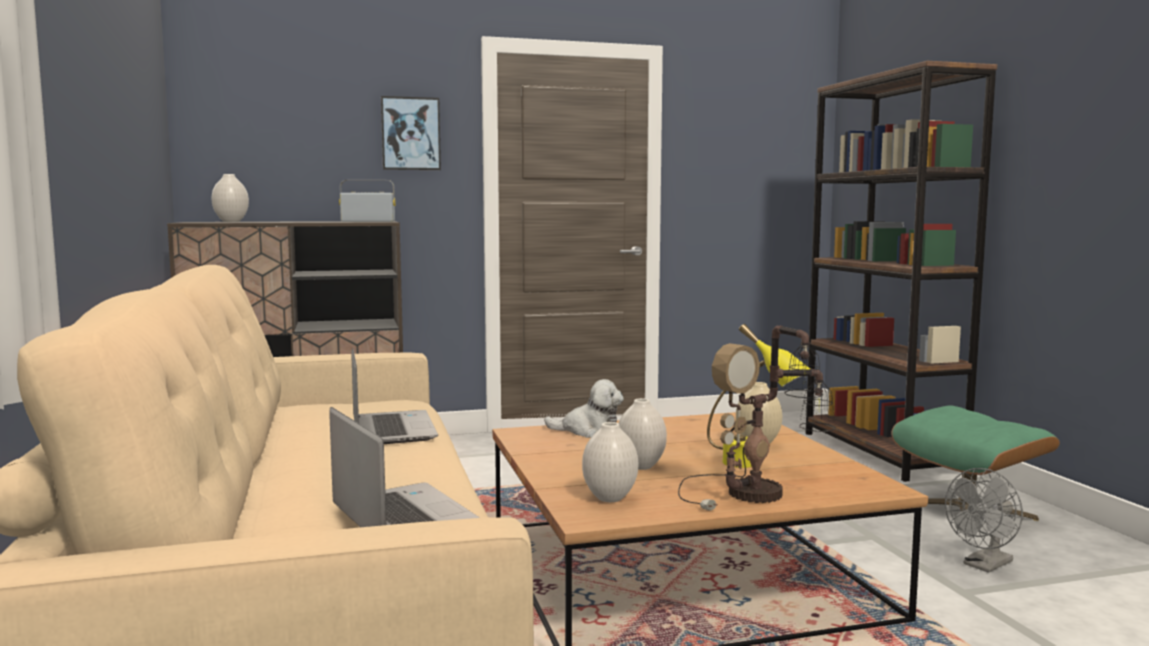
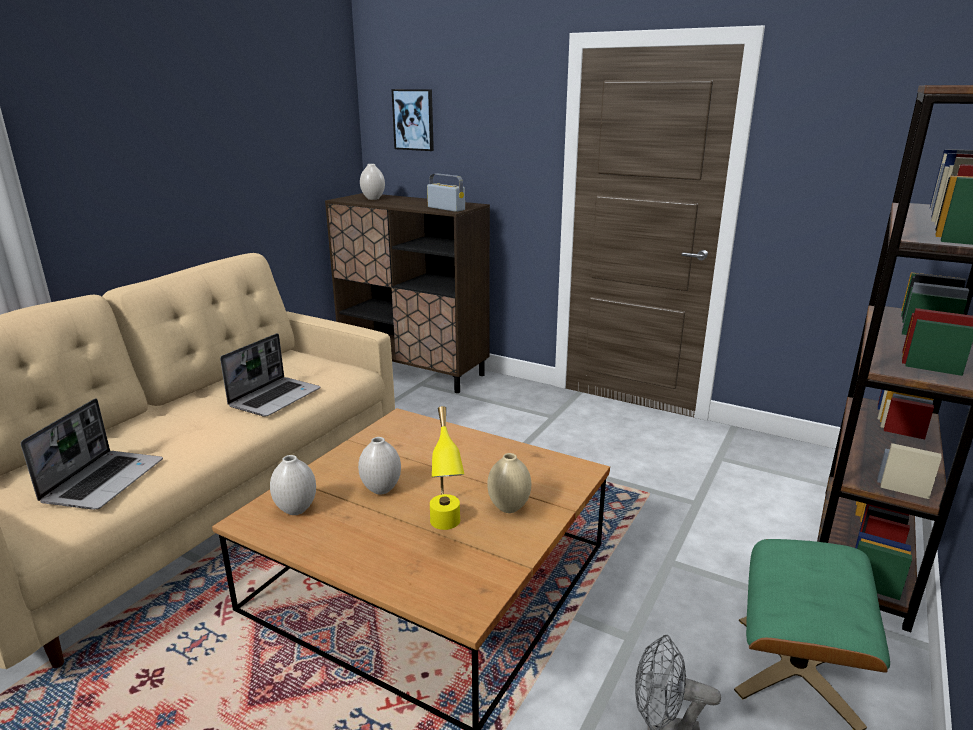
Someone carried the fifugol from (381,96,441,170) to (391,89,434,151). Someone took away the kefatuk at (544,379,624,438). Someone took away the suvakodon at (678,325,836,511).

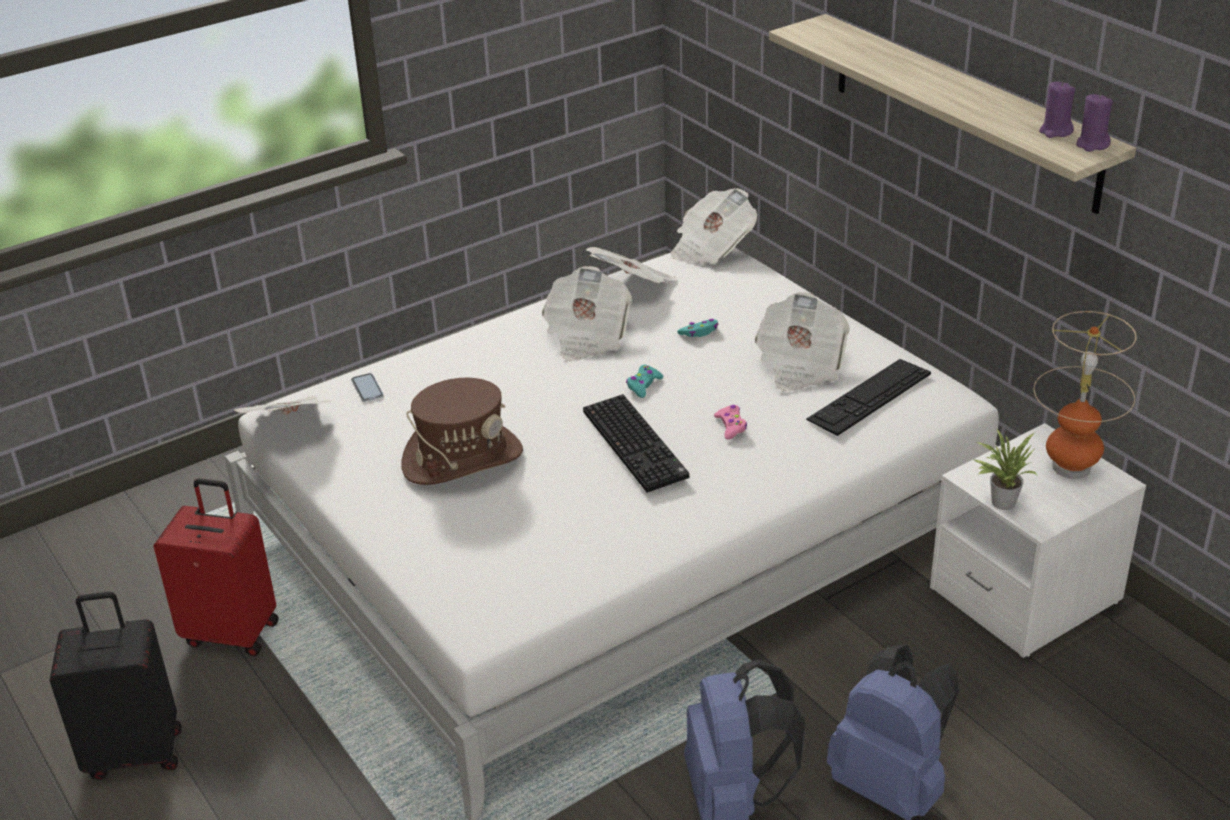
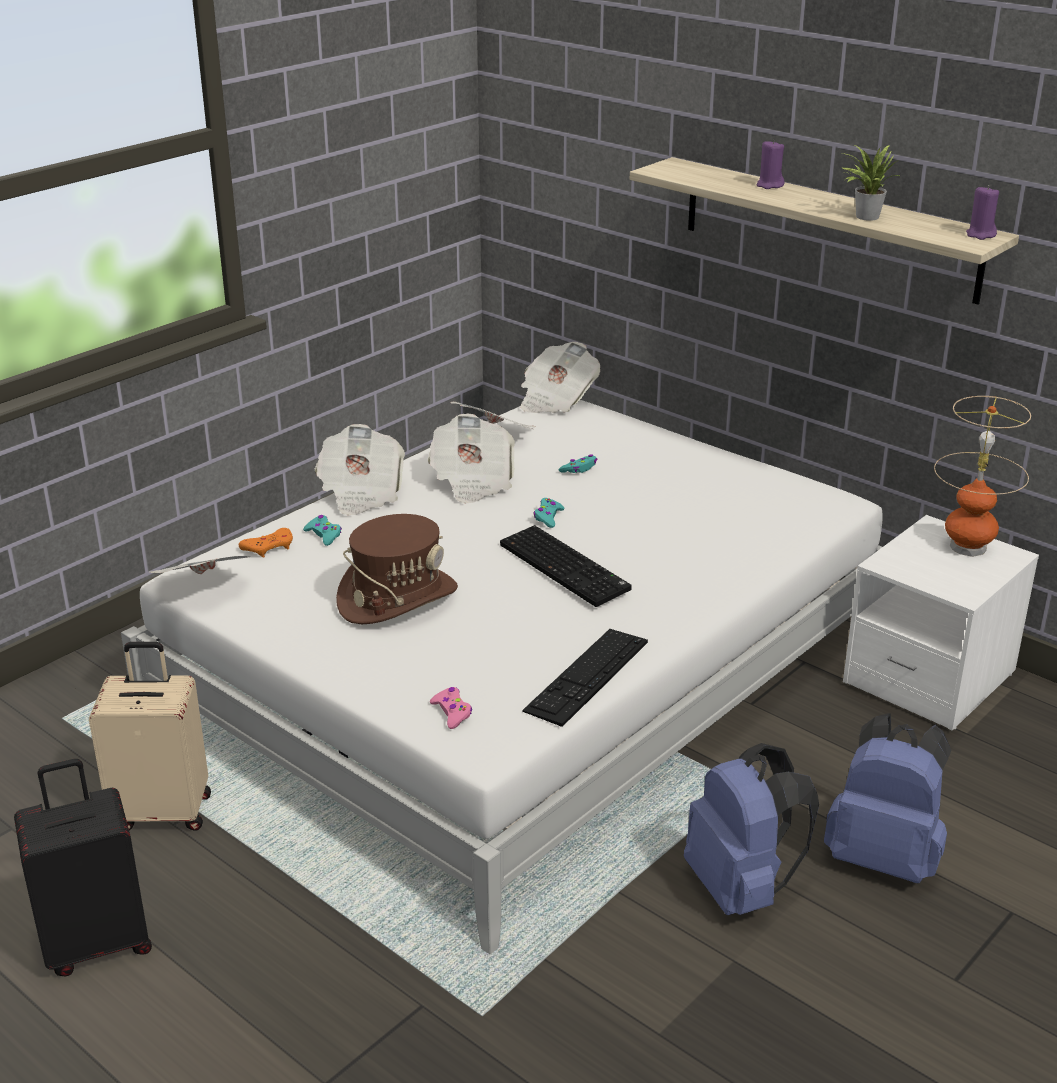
Someone repainted the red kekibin at (154,478,279,656), which became the beige kekibin at (89,642,211,831). Someone swapped the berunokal at (351,373,384,402) for the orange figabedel at (239,528,293,557). Someone carried the pink figabedel from (714,405,747,440) to (430,687,472,729). Someone carried the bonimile from (755,292,850,391) to (315,424,405,516). Someone carried the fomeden from (806,359,931,436) to (522,629,648,727). Someone carried the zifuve from (974,429,1037,510) to (842,145,901,221). Someone carried the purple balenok from (1039,81,1075,138) to (757,139,785,189). Someone put down the turquoise figabedel at (303,515,342,546).

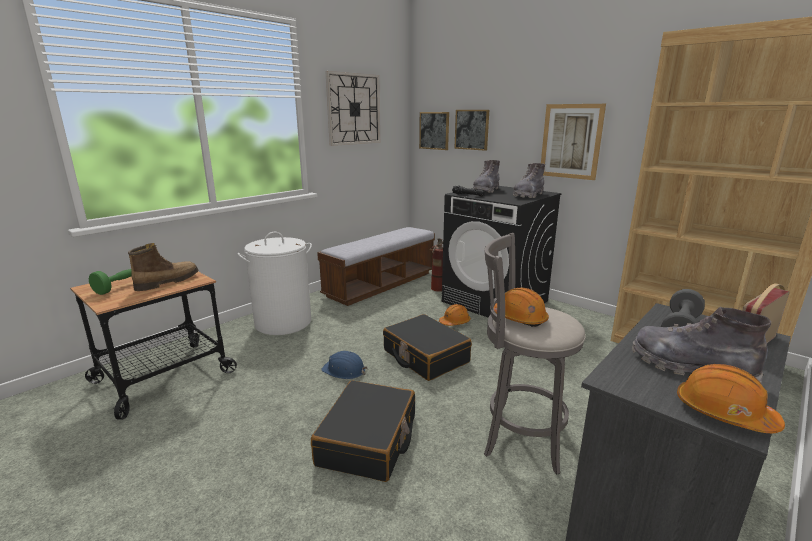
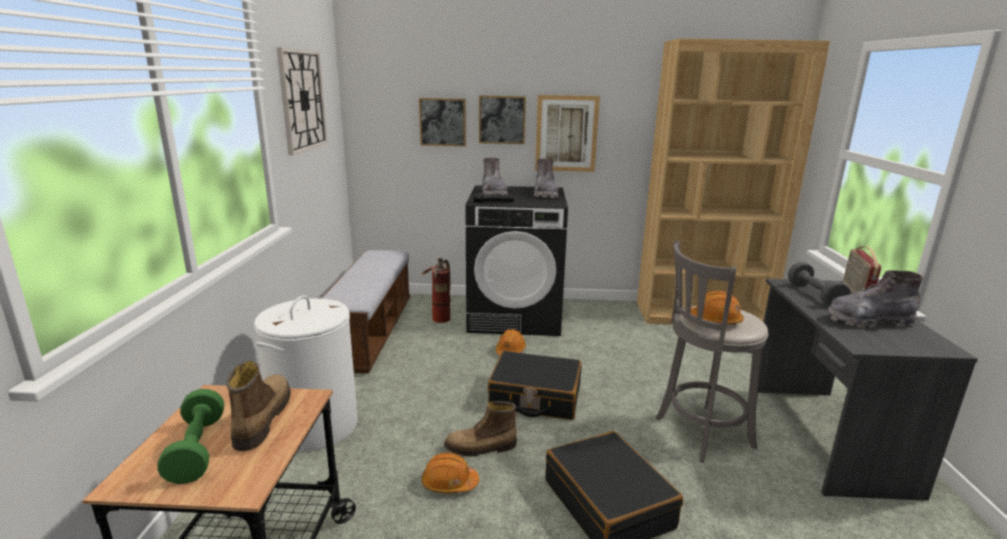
Someone swapped the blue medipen at (321,351,367,379) for the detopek at (444,401,517,457). Someone carried the fifugol from (419,112,449,150) to (479,95,526,144). Someone carried the orange medipen from (677,364,785,433) to (421,452,479,493).

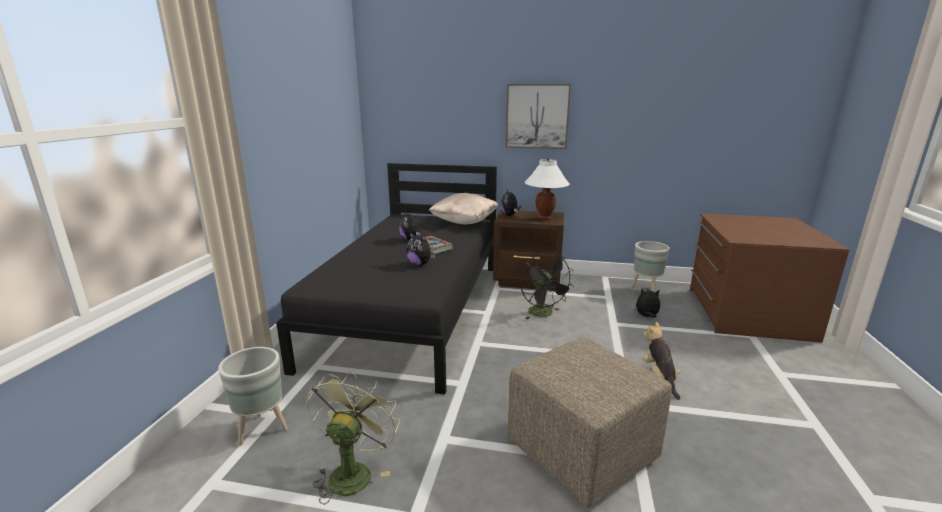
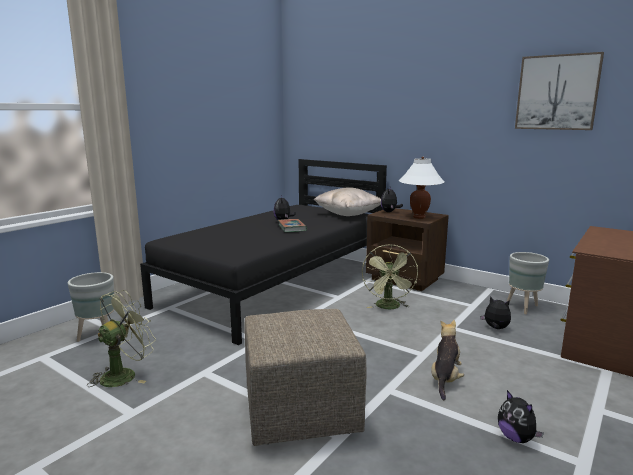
Someone carried the kefatuk from (406,232,436,266) to (498,390,544,443). Someone carried the fifugol from (506,84,571,149) to (515,52,604,130). Someone repainted the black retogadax at (520,252,574,319), which became the green retogadax at (362,244,418,309).

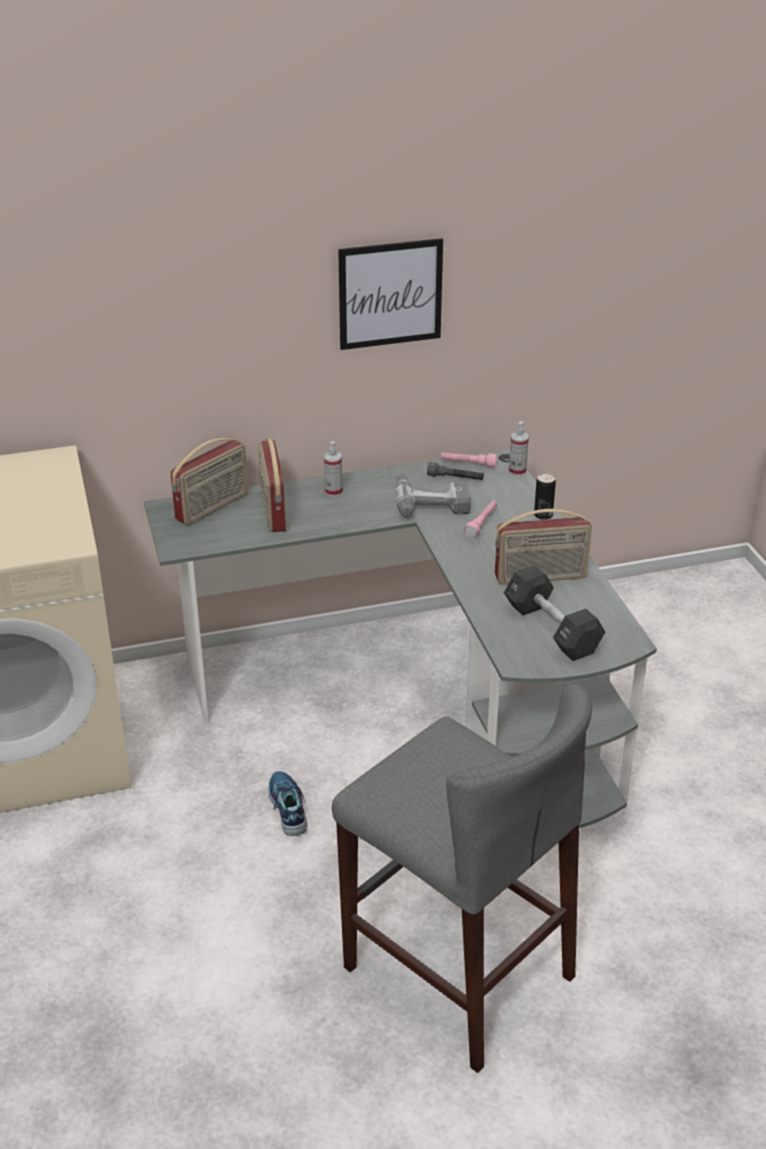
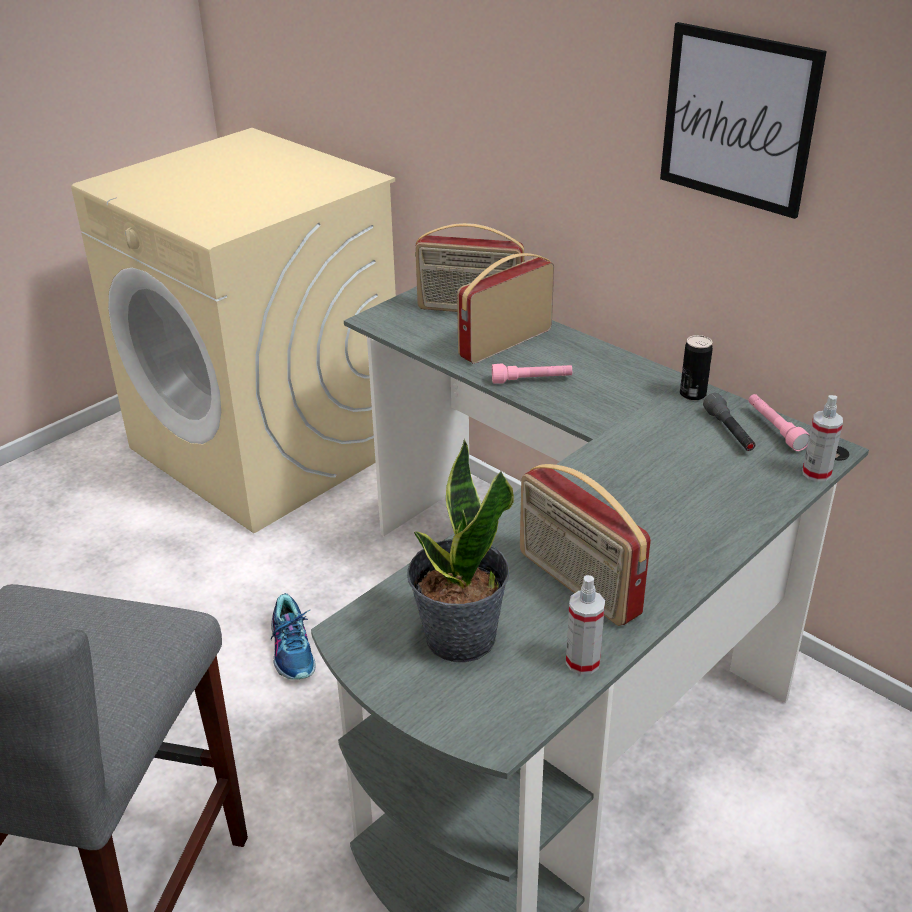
Someone rotated the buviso at (268,771,308,836) by 120 degrees clockwise. Someone carried the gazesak from (324,441,343,497) to (566,575,605,675). Someone took away the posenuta at (395,473,471,517). Someone carried the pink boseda from (464,500,497,538) to (492,363,572,383). Someone swapped the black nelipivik at (504,565,605,661) for the zifuve at (407,439,514,662). Someone carried the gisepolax from (534,473,556,520) to (680,335,713,401).

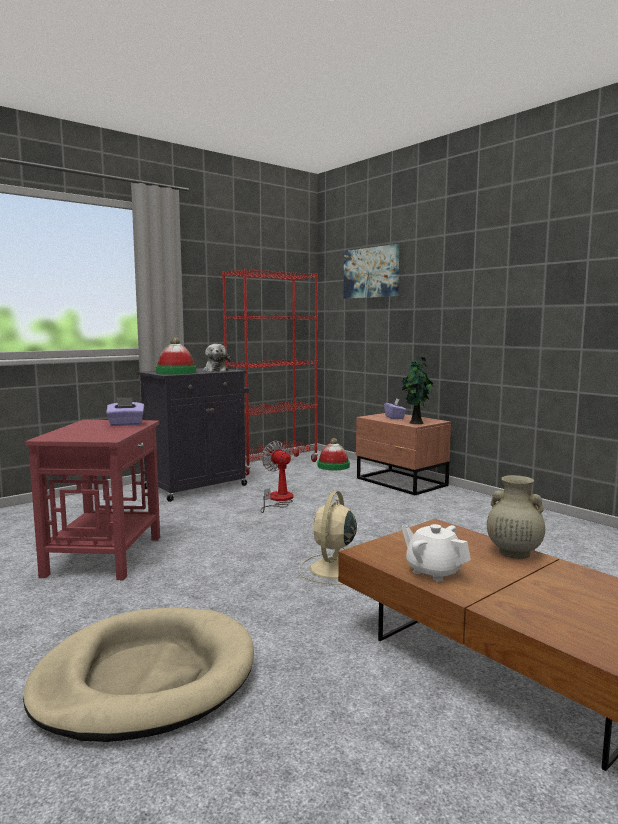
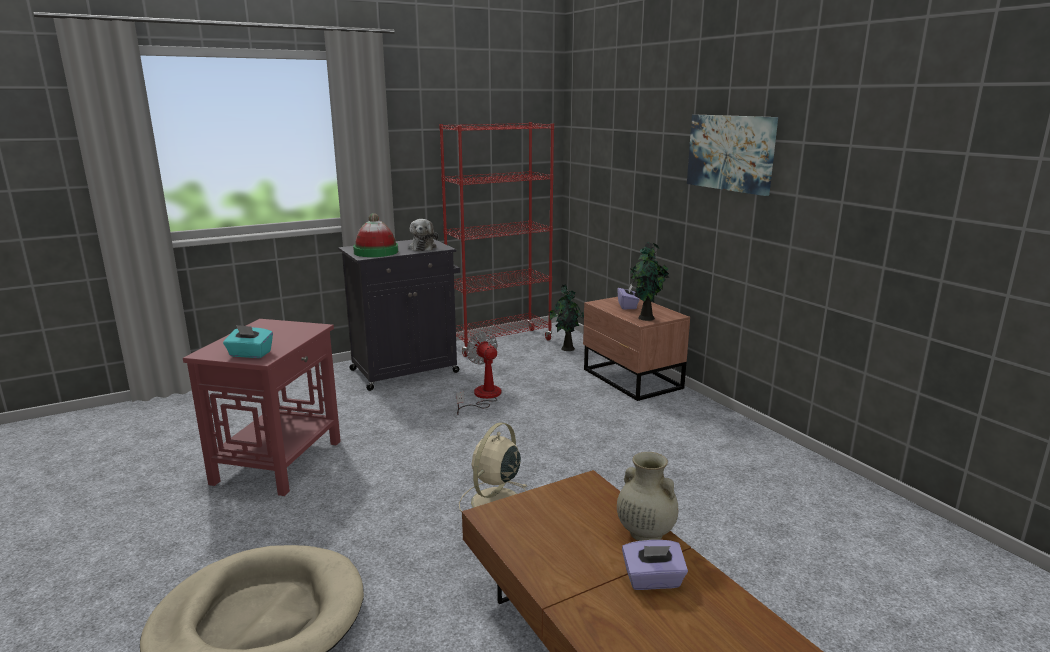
Someone carried the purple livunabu from (106,397,144,426) to (622,540,688,590). Someone swapped the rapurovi at (317,438,350,470) for the zifuve at (549,285,584,351). Someone carried the fifugol from (344,244,399,299) to (687,115,778,196). Someone took away the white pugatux at (401,524,471,582). Someone put down the turquoise livunabu at (223,325,273,358).

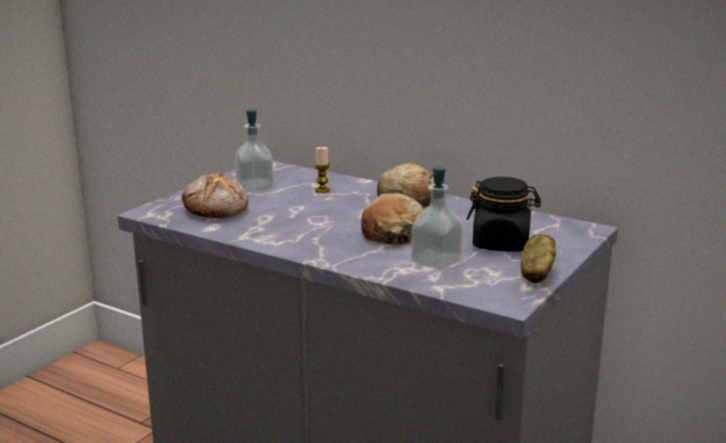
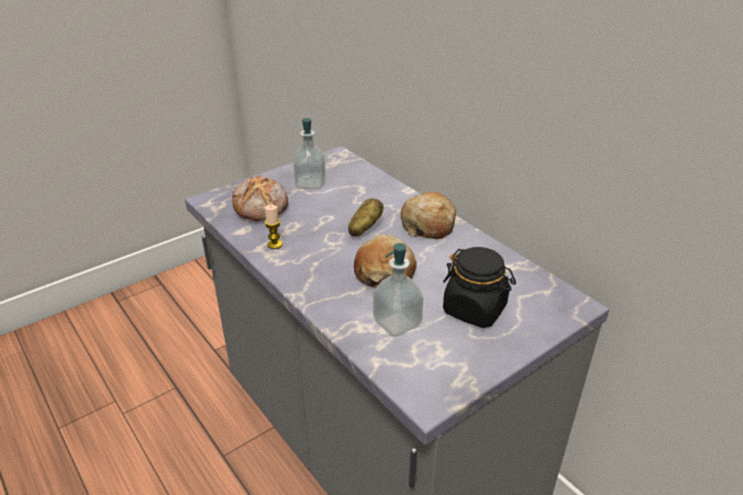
Someone carried the balenok from (314,147,330,193) to (265,205,283,249). Someone carried the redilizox from (521,234,556,283) to (348,198,384,237).

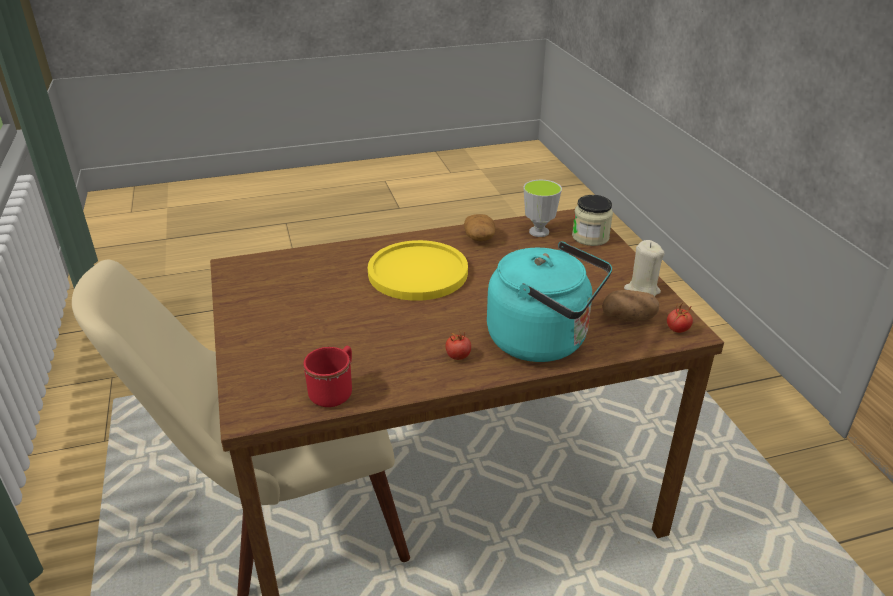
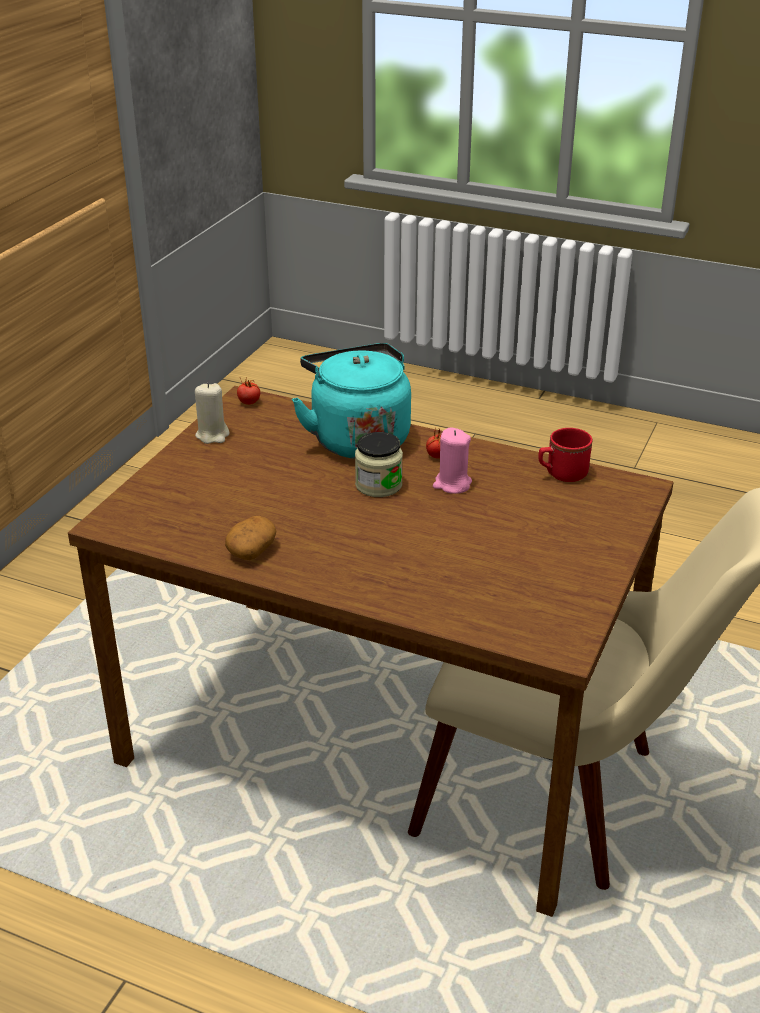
Someone took away the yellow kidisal at (368,240,468,301). Someone took away the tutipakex at (523,180,562,237). Someone carried the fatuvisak from (572,195,613,246) to (355,432,403,497). Someone took away the redilizox at (602,290,659,322). Someone put down the pink balenok at (433,427,472,494).

